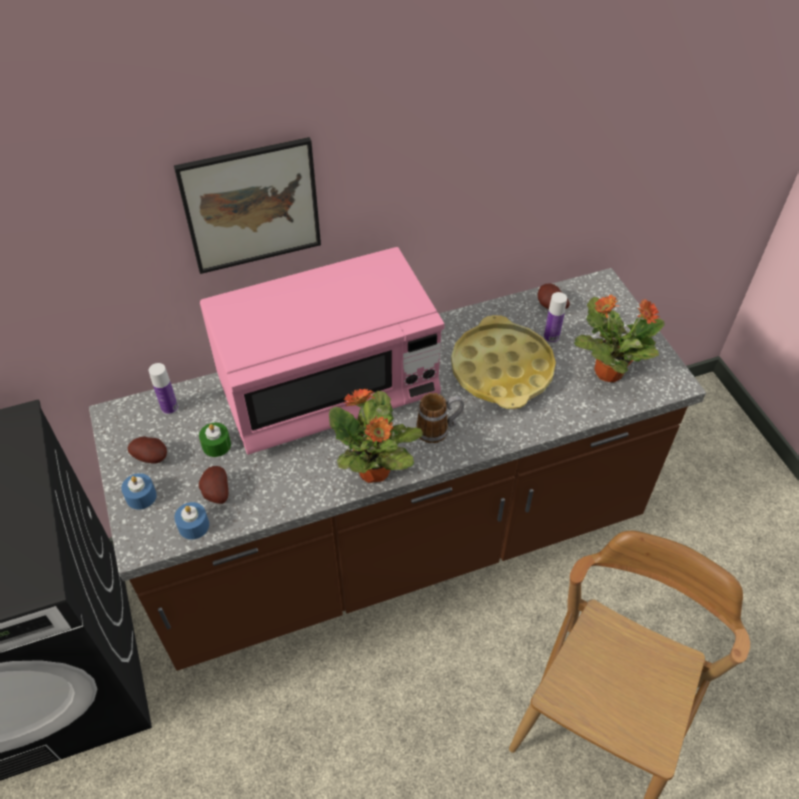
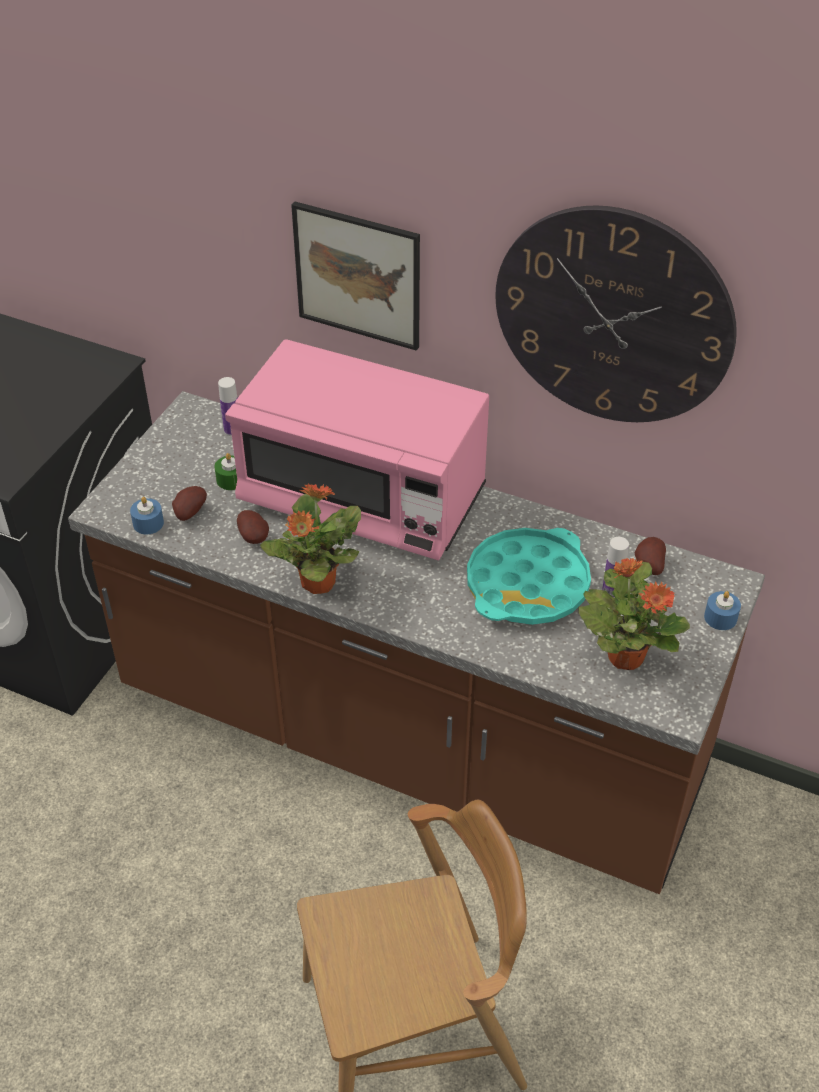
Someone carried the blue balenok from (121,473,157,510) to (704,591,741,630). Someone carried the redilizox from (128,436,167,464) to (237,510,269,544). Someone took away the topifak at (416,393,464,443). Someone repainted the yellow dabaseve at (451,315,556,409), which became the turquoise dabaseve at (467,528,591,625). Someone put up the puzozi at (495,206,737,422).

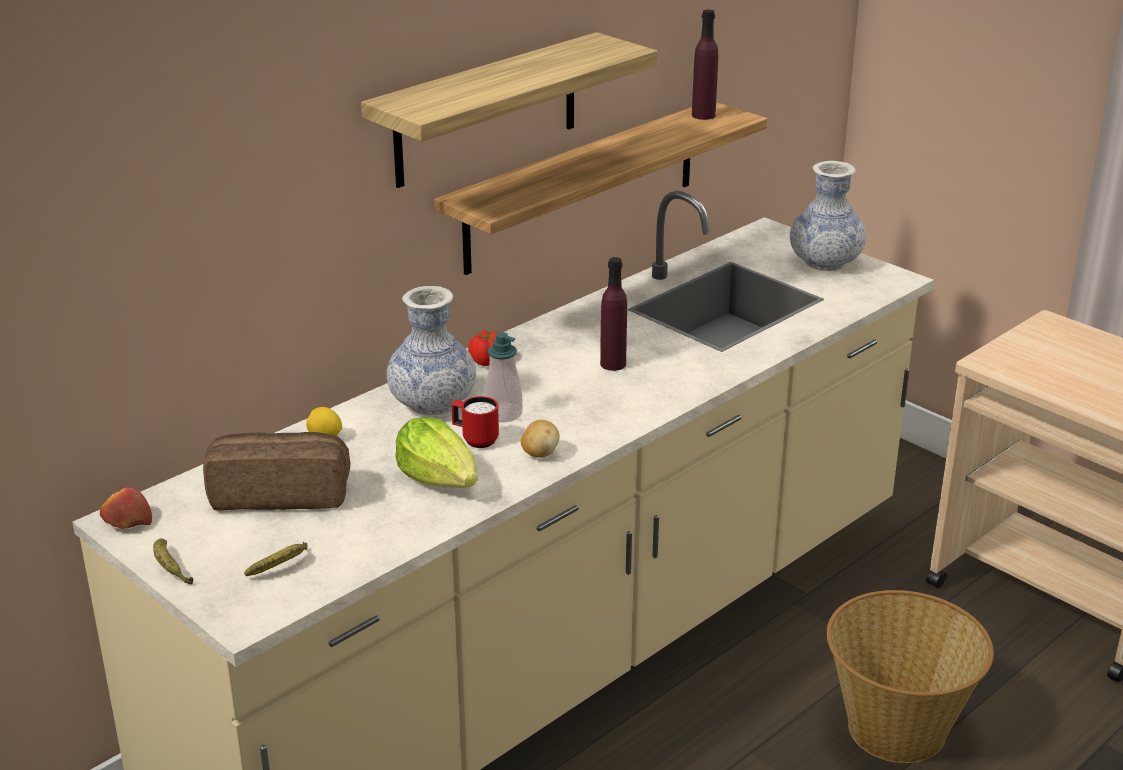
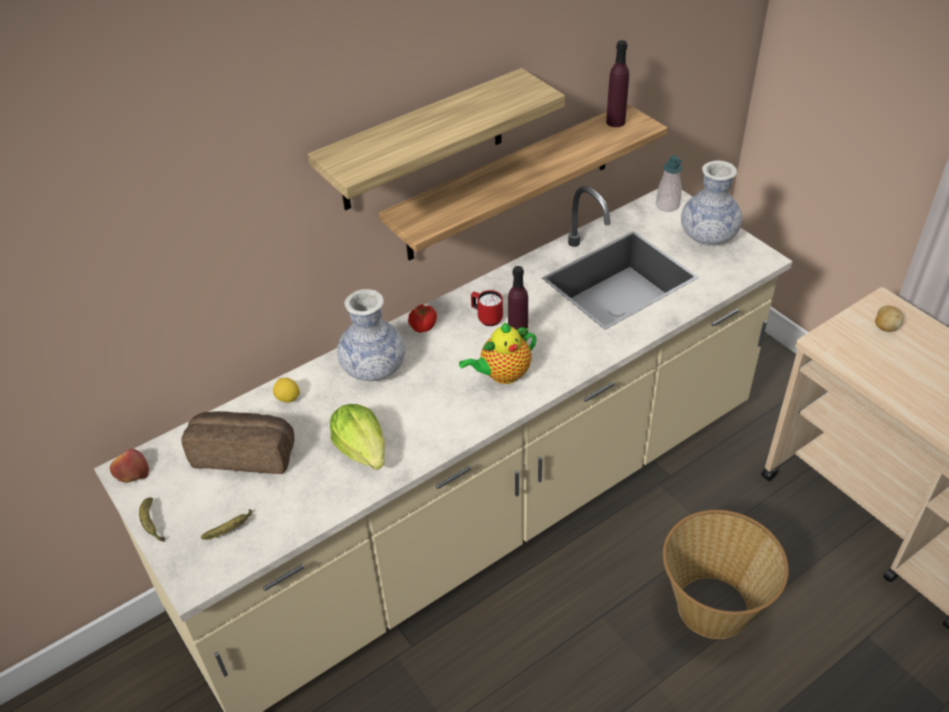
Someone carried the red topifak from (452,396,499,448) to (471,290,503,326). Someone carried the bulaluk from (484,332,523,422) to (656,155,683,212). Someone carried the redilizox from (521,420,560,458) to (875,305,904,332). Someone put down the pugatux at (459,323,536,384).

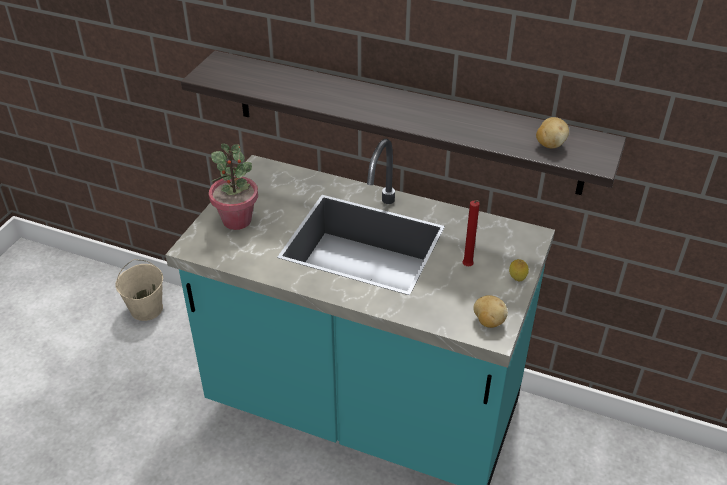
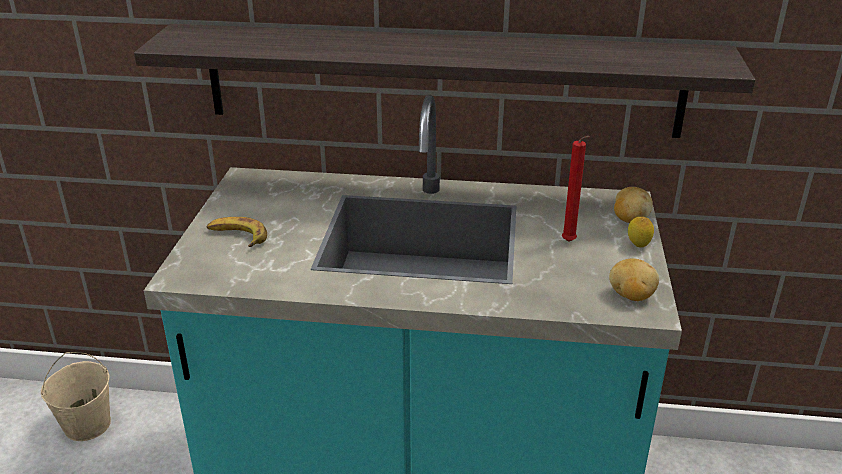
Someone swapped the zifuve at (209,144,258,230) for the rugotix at (206,217,267,247). Someone carried the redilizox from (536,117,569,148) to (614,187,653,223).

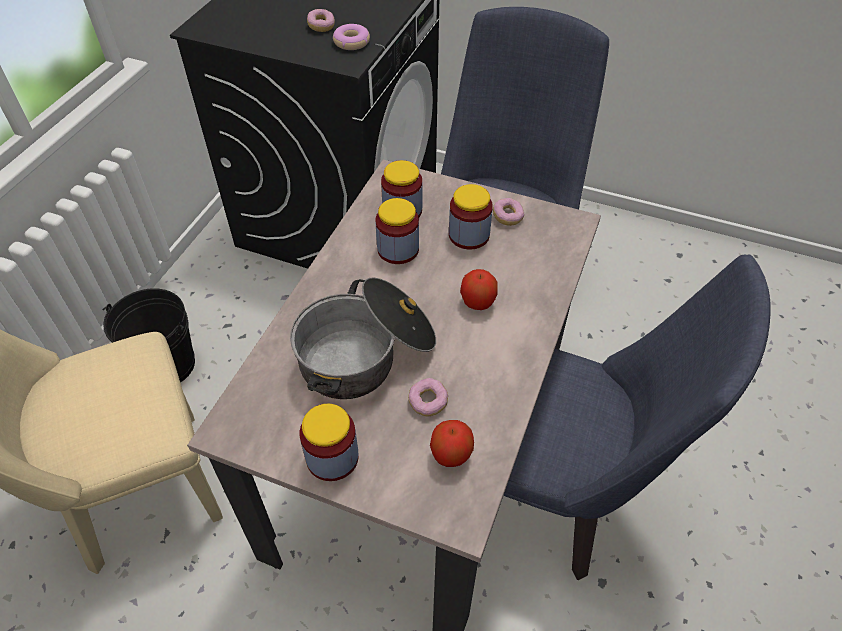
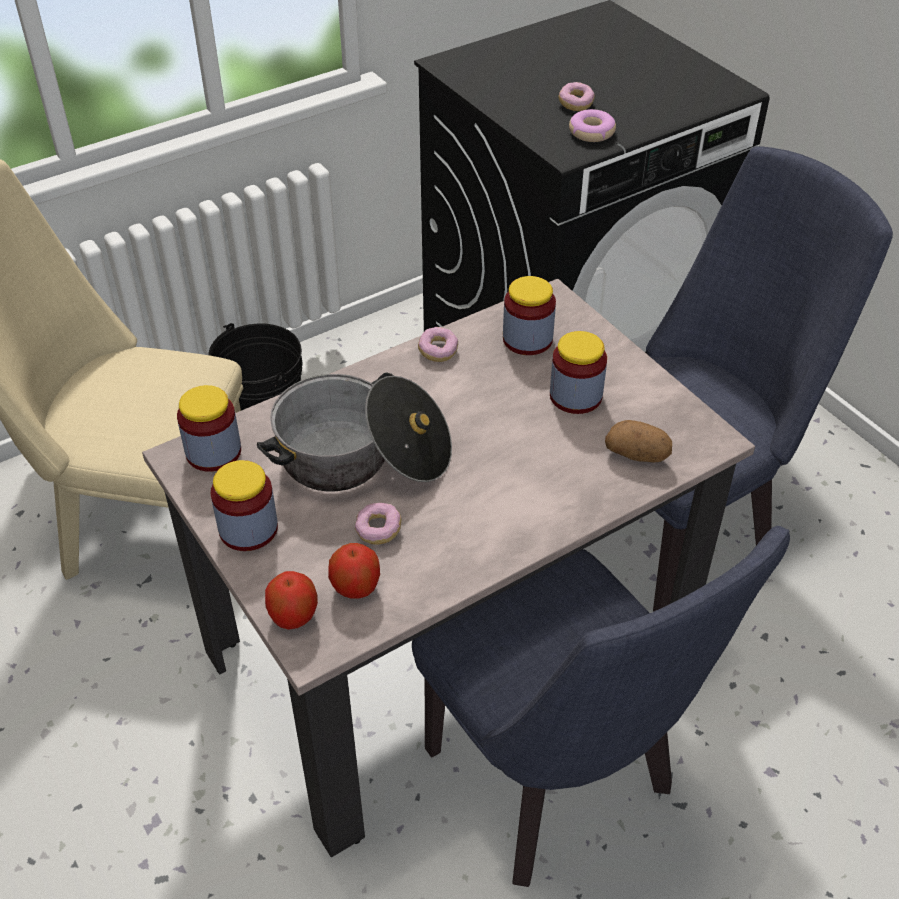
Someone carried the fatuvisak from (375,198,419,264) to (177,385,241,472). Someone carried the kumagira from (460,269,497,310) to (265,571,318,630). Someone carried the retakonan from (493,198,524,226) to (418,327,458,362). Someone put down the redilizox at (605,420,672,463).

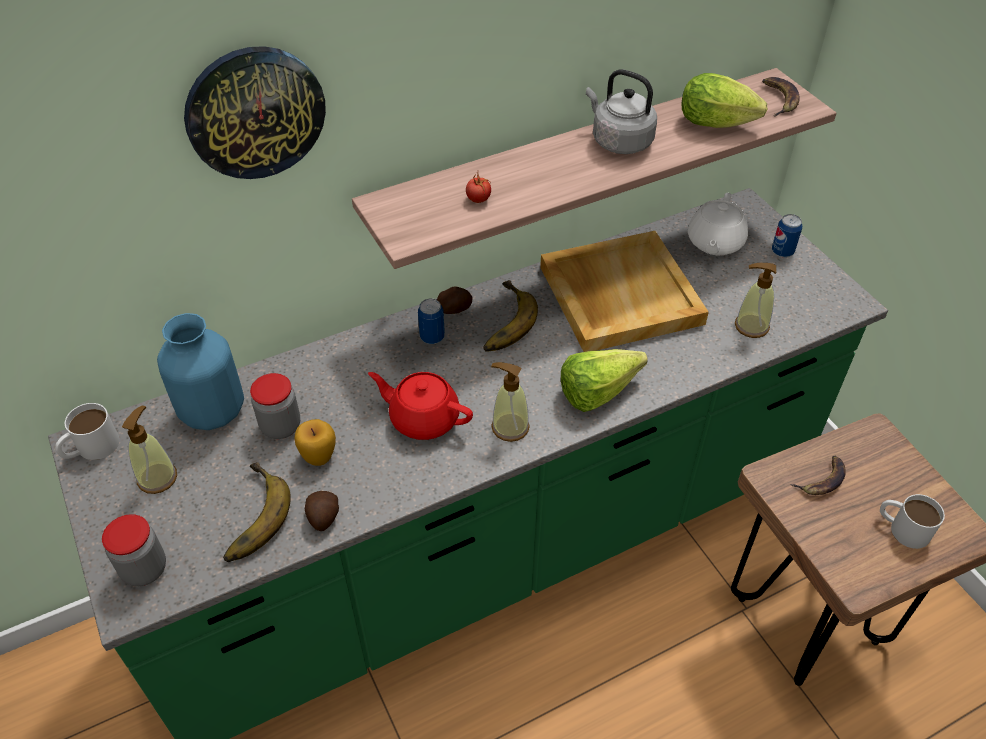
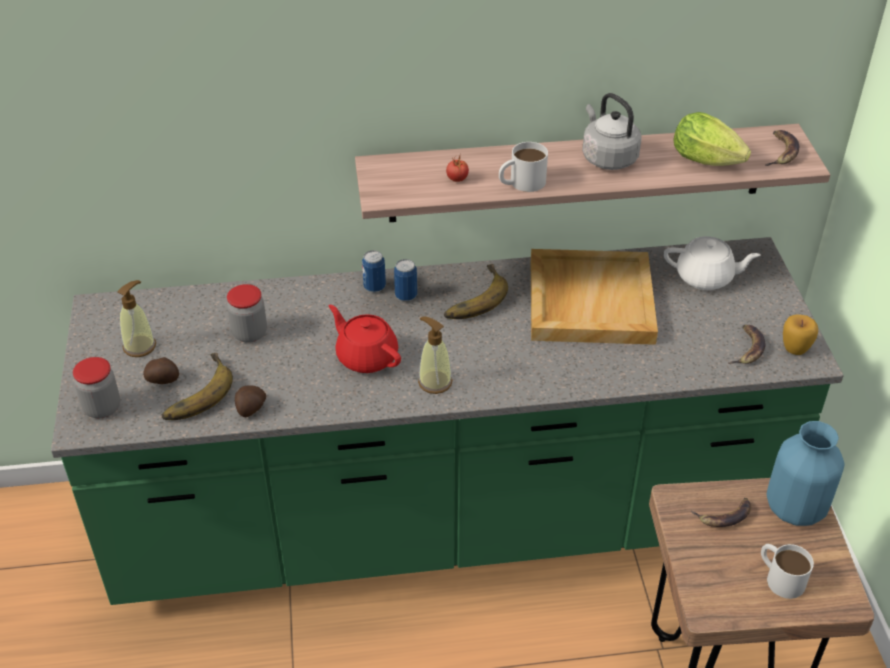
Someone carried the white topifak from (55,403,120,460) to (499,142,548,192). Someone carried the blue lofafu from (157,313,244,430) to (767,421,845,526). Someone took away the puzozi at (184,46,326,179). Someone carried the kumagira from (295,419,336,466) to (783,315,818,355). Someone carried the redilizox from (437,286,472,314) to (143,357,179,384). Someone took away the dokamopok at (561,349,648,412). Someone rotated the white pugatux at (688,193,748,255) by 120 degrees counterclockwise. Someone took away the bulaluk at (735,263,776,338). Someone carried the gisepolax from (772,214,802,257) to (362,250,386,292). Someone put down the rugotix at (728,325,765,364).

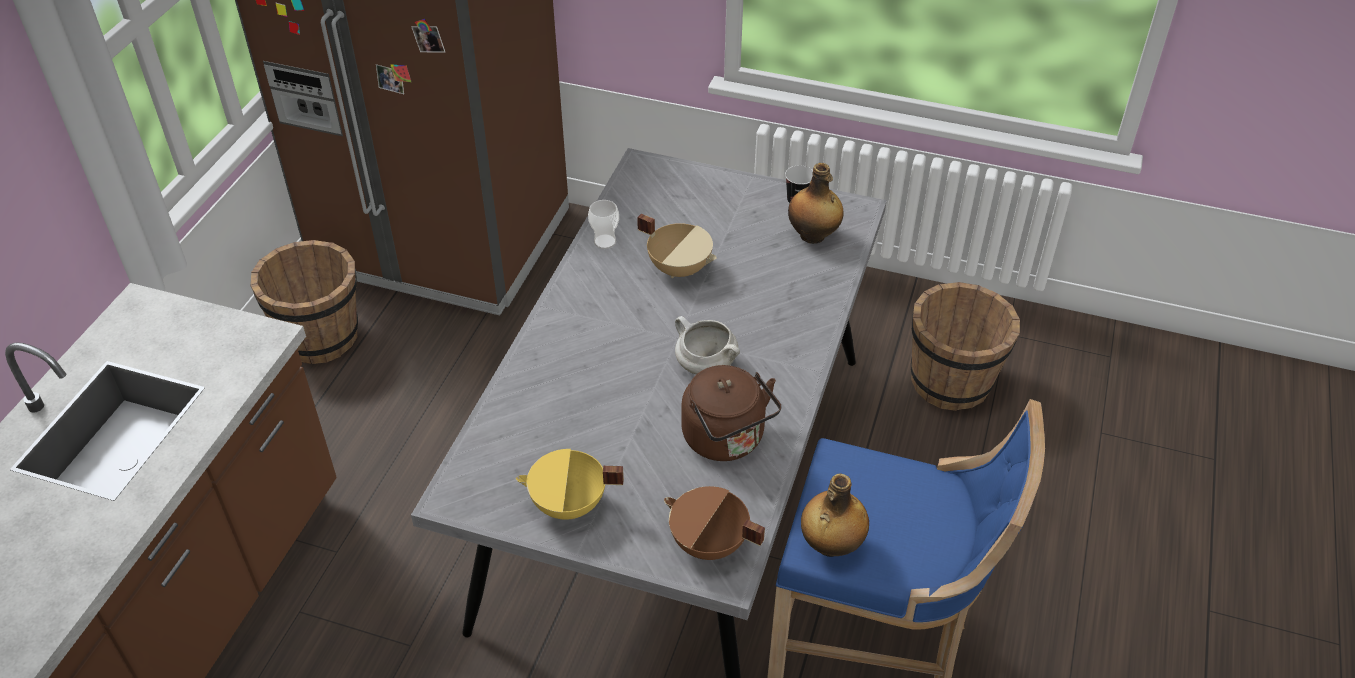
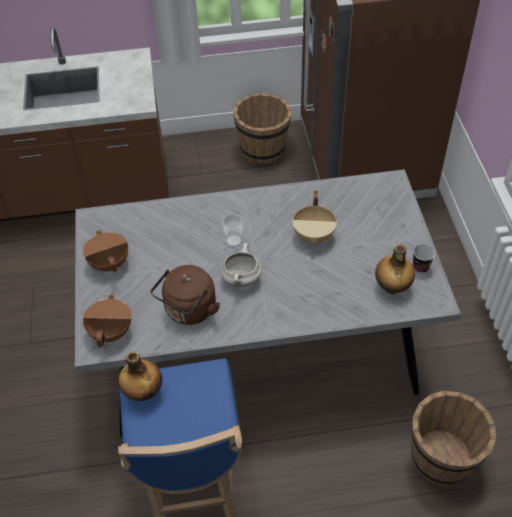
Someone repainted the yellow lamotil at (516,449,624,520), which became the brown lamotil at (83,230,128,273). Someone carried the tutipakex from (588,200,619,249) to (222,214,244,247).

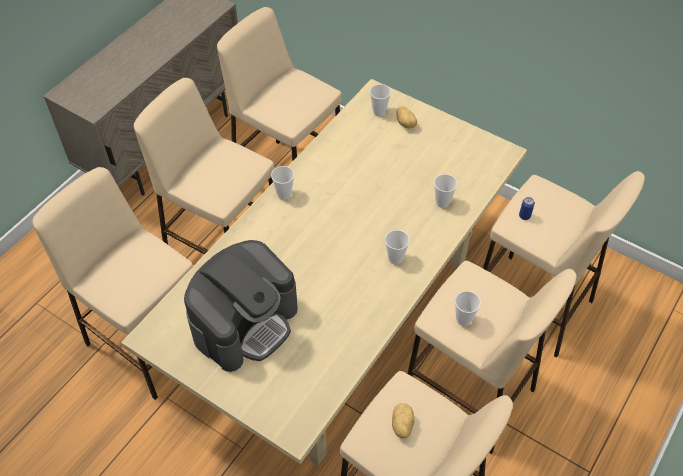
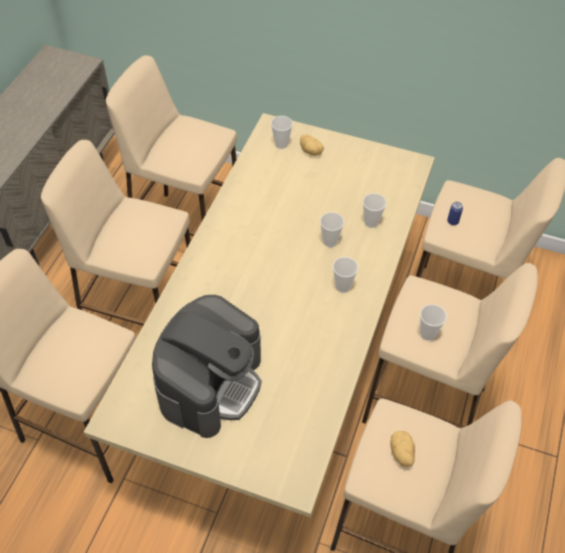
Someone carried the tutipakex from (271,166,294,200) to (320,212,344,247).

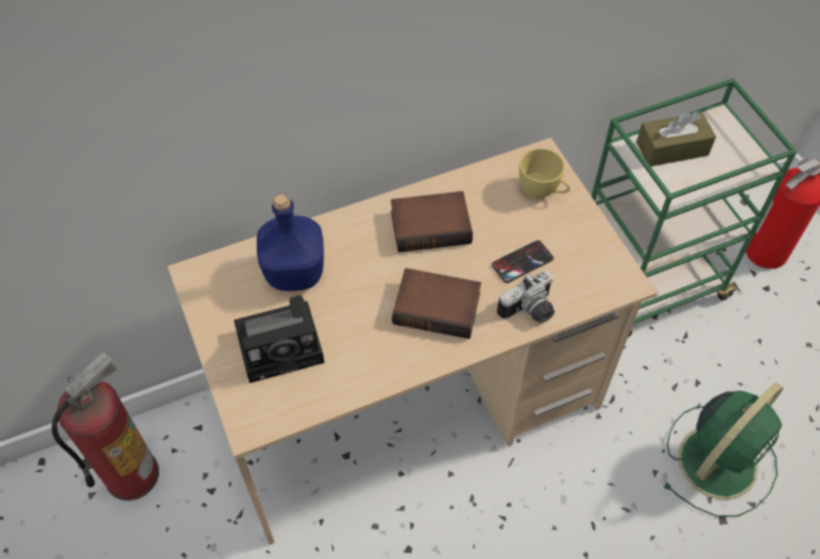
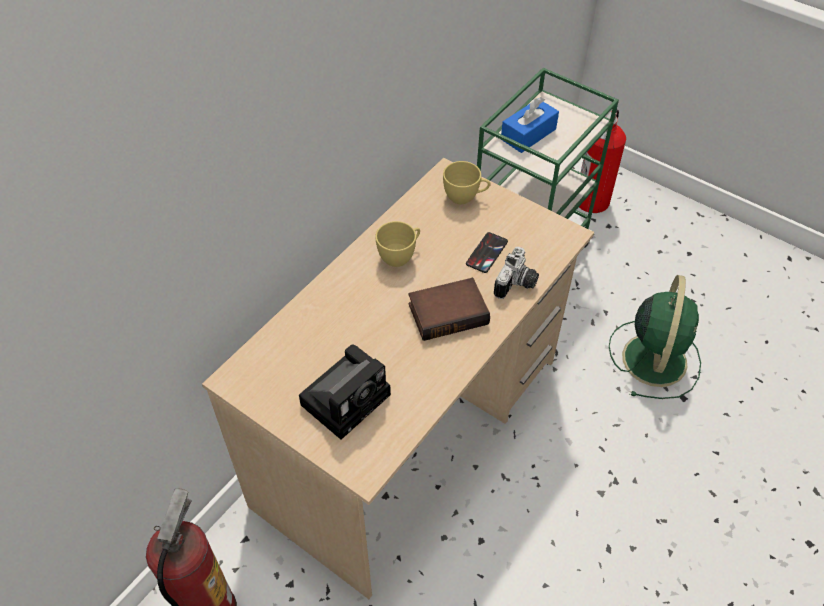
Someone took away the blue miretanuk at (257,194,324,291). Someone swapped the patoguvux at (391,191,473,252) for the yellow tutipakex at (375,221,420,267). Someone repainted the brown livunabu at (637,112,716,166), which became the blue livunabu at (501,97,559,153).

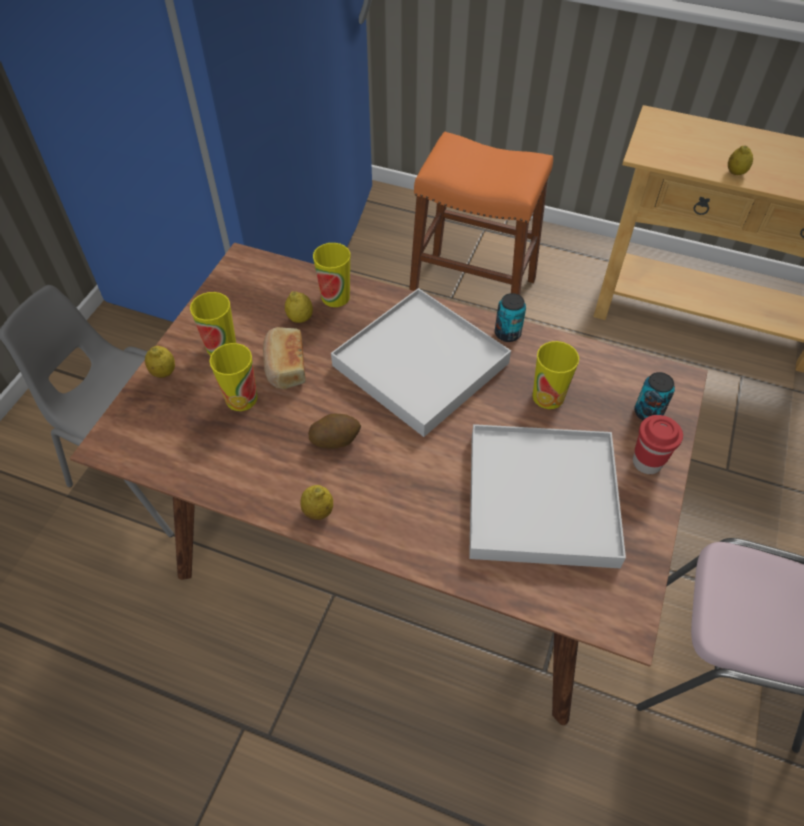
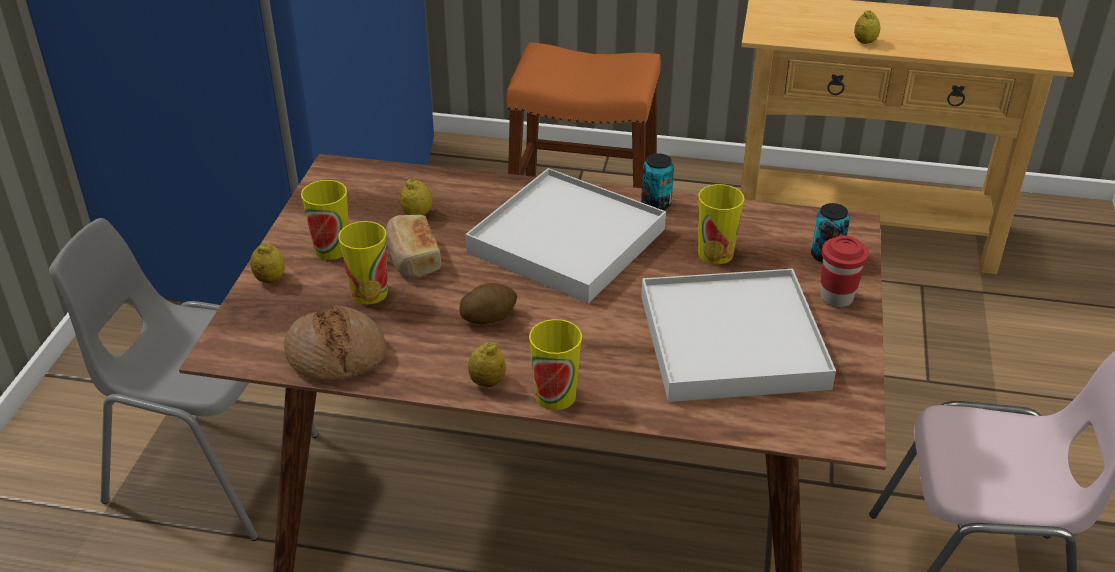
Someone carried the tutipakex from (313,243,350,307) to (529,319,582,410). Someone put down the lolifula at (284,305,387,381).

